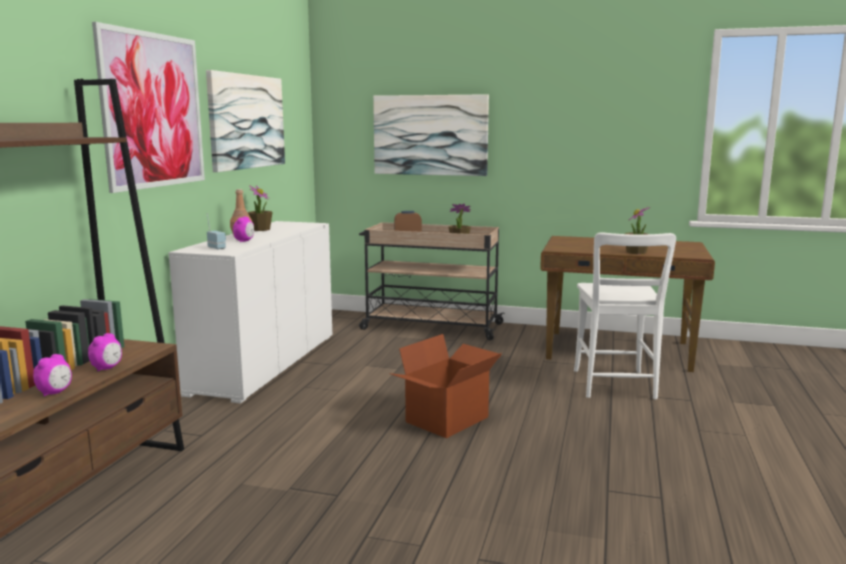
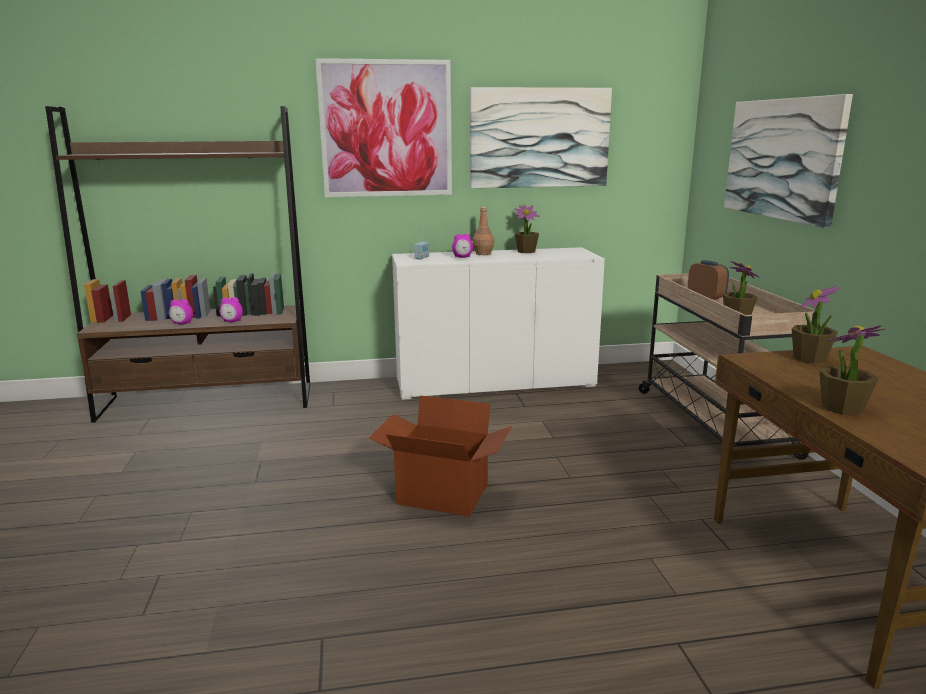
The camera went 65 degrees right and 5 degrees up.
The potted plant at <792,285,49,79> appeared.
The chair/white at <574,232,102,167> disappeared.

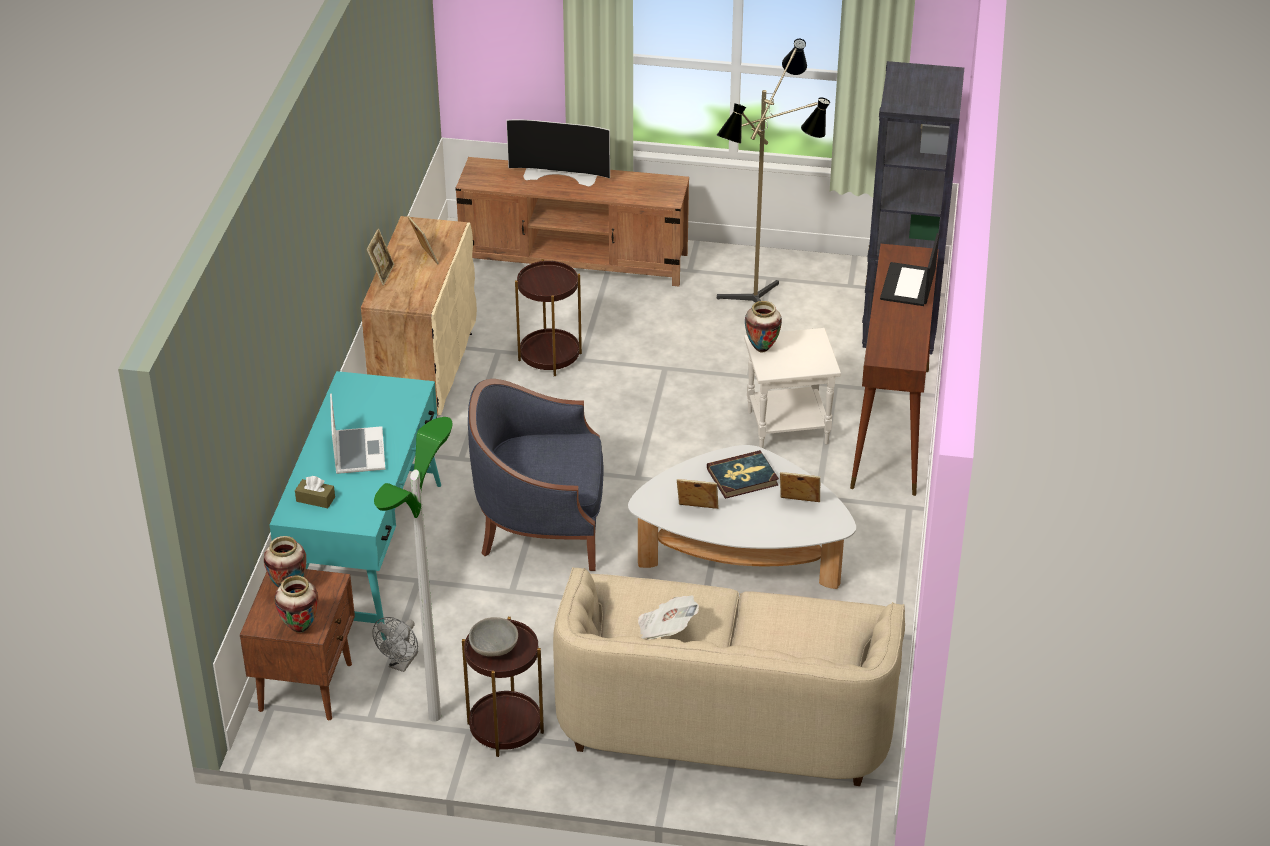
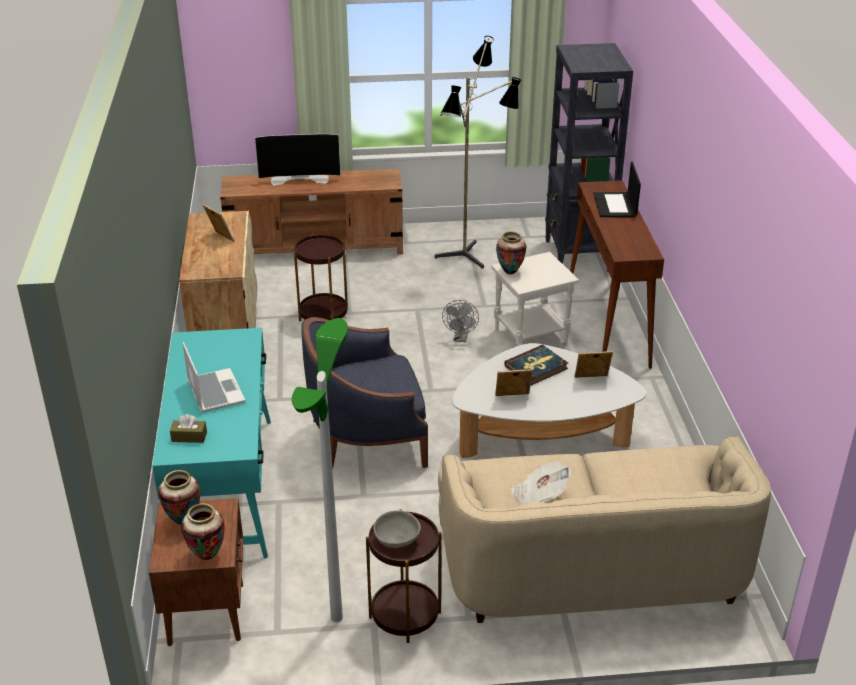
The camera went 15 degrees left and 5 degrees down.
The fan/grey moved from <372,617,46,55> to <442,300,37,42>.
The picture frame at <367,229,27,57> disappeared.

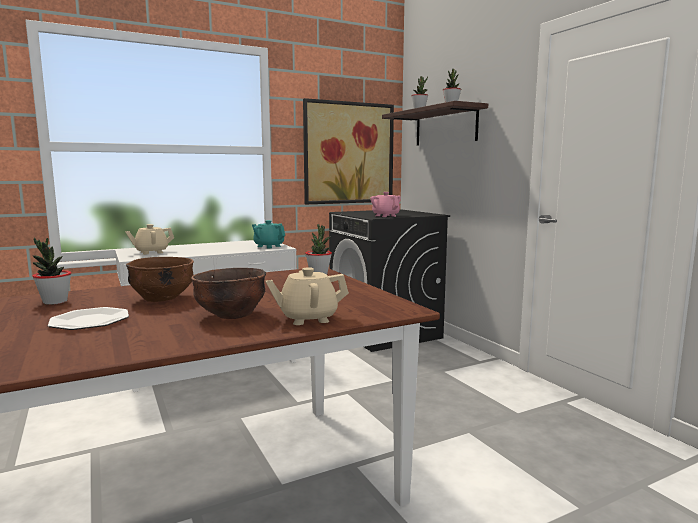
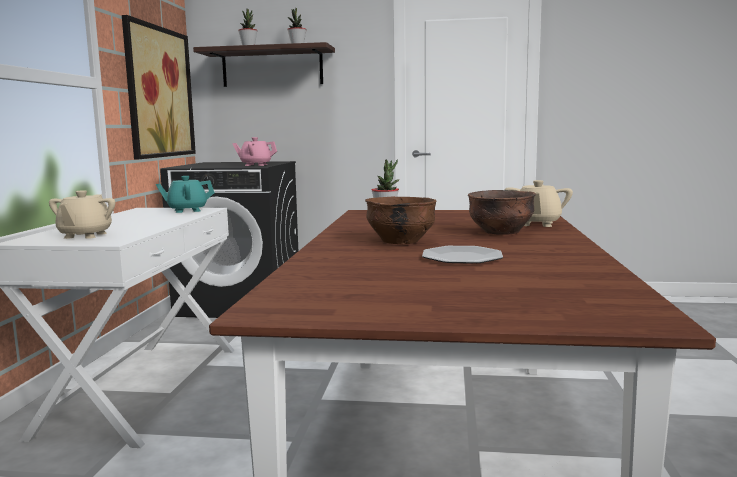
The camera went 55 degrees left and 0 degrees up.
The potted plant at <32,238,40,67> disappeared.

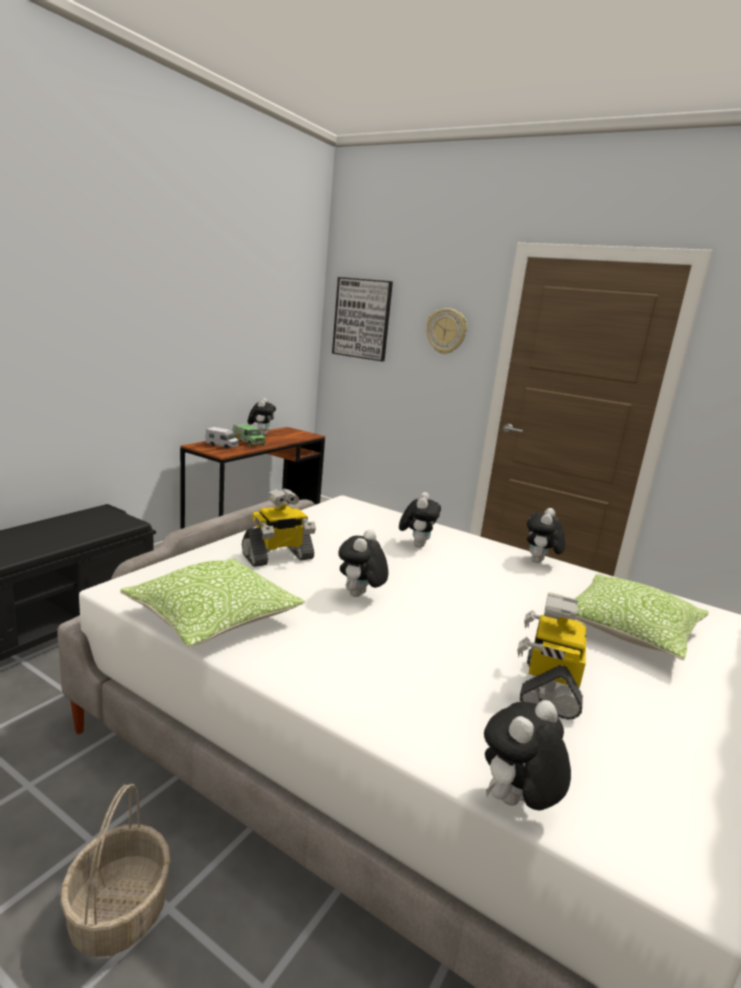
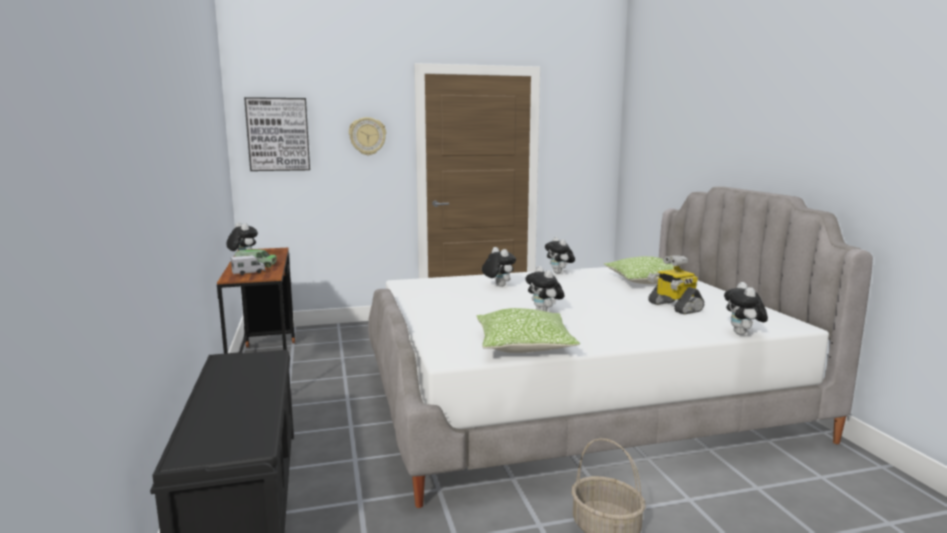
The camera went 45 degrees left and 5 degrees down.
The toy robot at <242,488,74,79> disappeared.

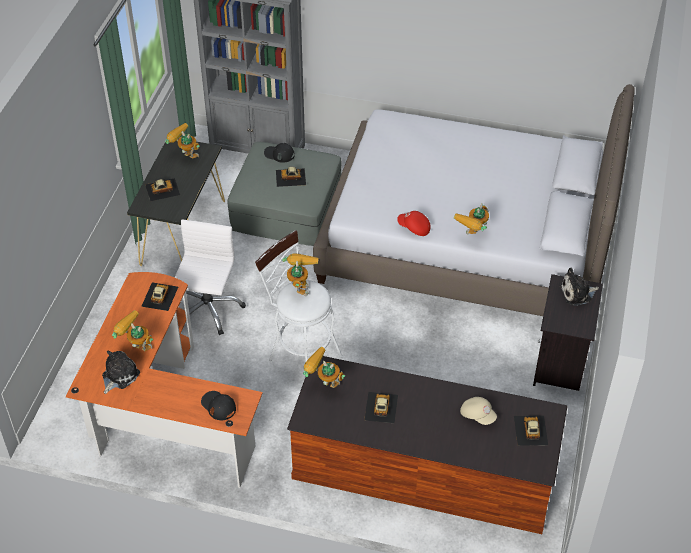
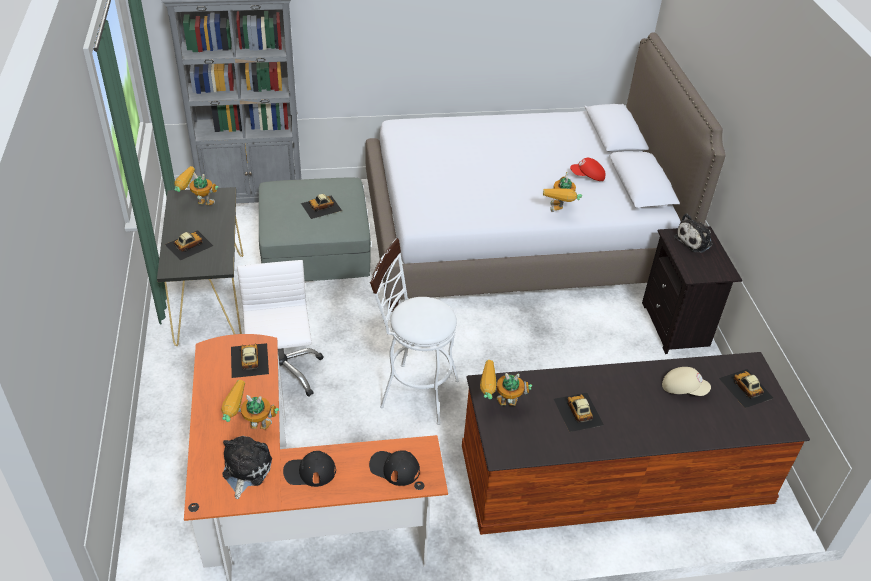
The camera went 25 degrees left and 5 degrees down.
The cap/black moved from <264,143,31,20> to <283,451,53,36>.
The cap/red moved from <397,211,33,25> to <570,158,35,23>.
The toy robot at <282,253,37,43> disappeared.

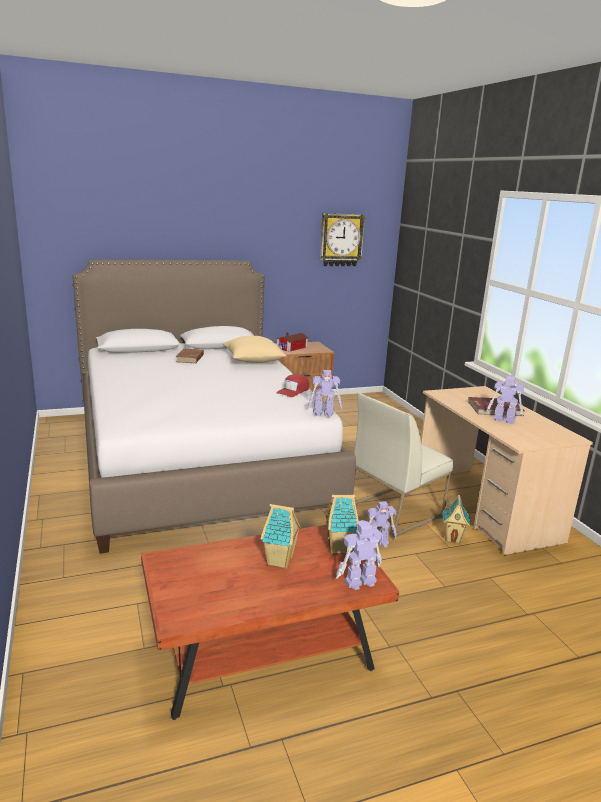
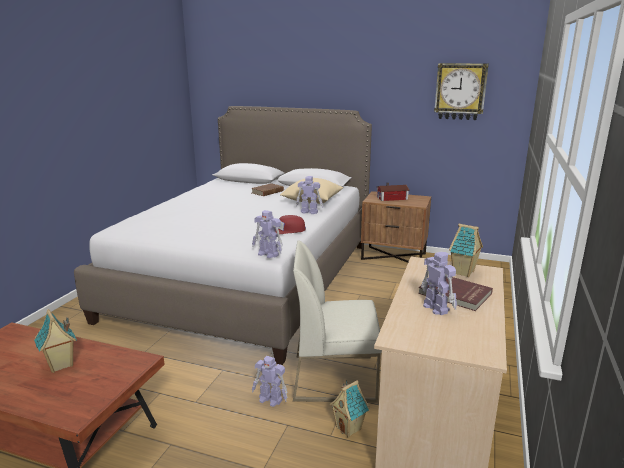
The camera went 40 degrees right and 0 degrees up.
The toy robot moved from <336,520,47,70> to <296,176,27,38>.
The toy house moved from <324,493,35,61> to <449,224,34,53>.

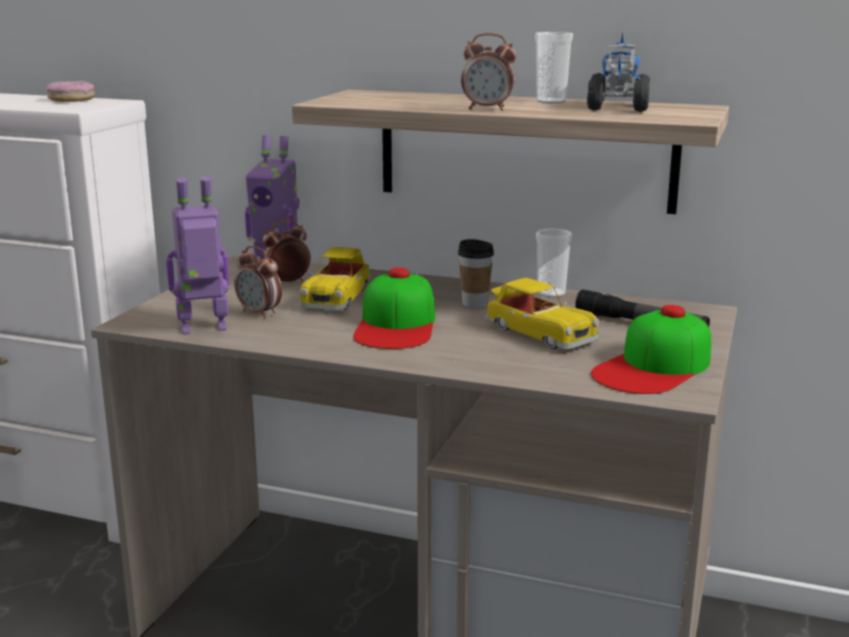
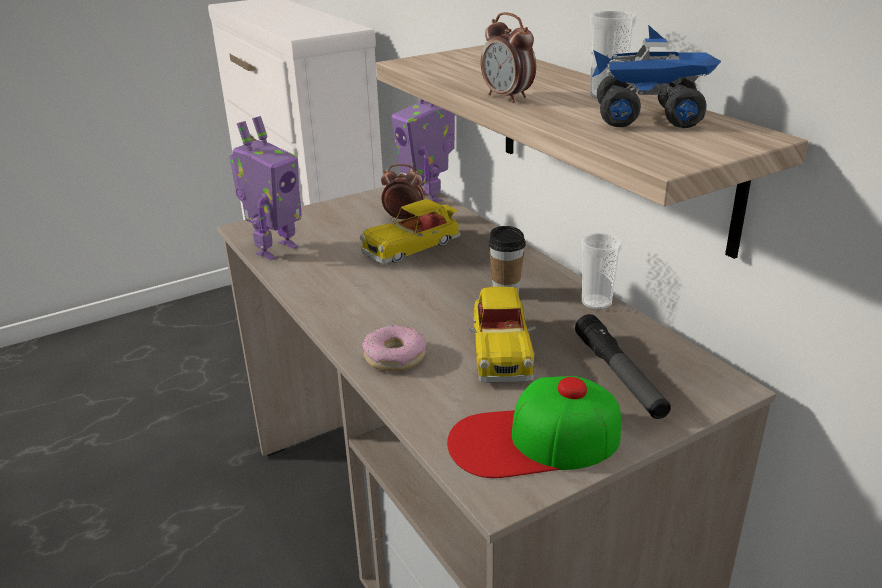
The camera went 40 degrees right and 10 degrees up.
The toy robot at <166,176,63,159> turned 105 degrees clockwise.
The donut moved from <46,81,49,21> to <362,325,64,46>.
The toy truck at <587,32,63,80> turned 45 degrees clockwise.
The alarm clock at <234,246,48,73> disappeared.
The cap at <353,268,82,81> disappeared.

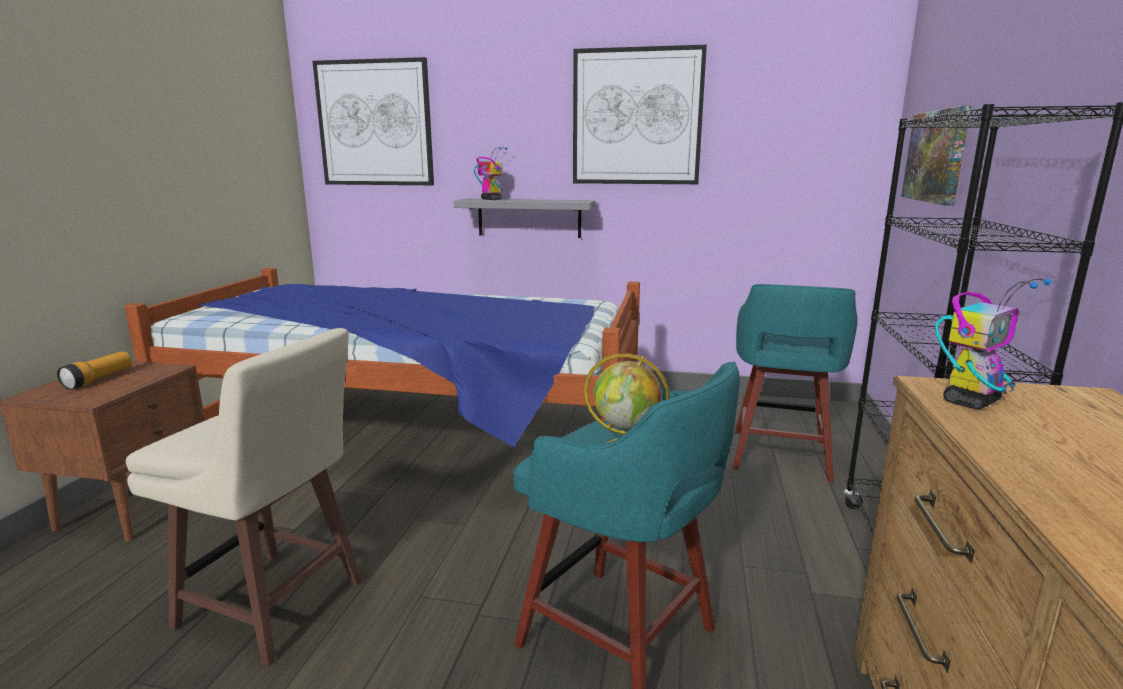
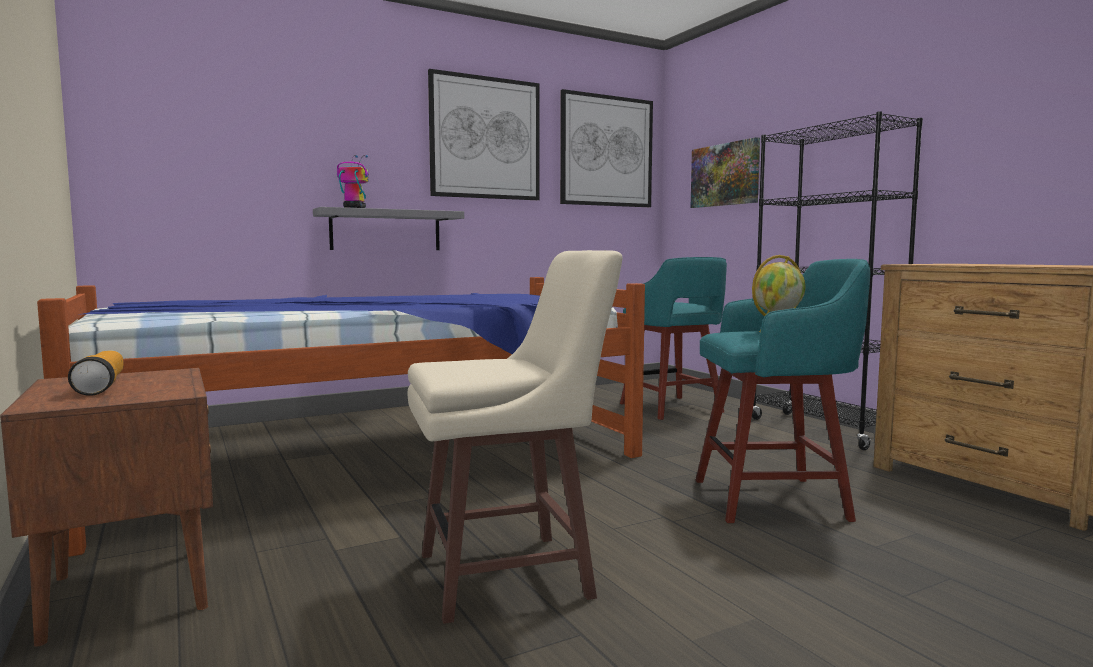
The camera went 40 degrees left and 10 degrees down.
The picture moved from <313,57,121,128> to <560,89,93,118>.
The toy robot at <935,278,117,131> disappeared.

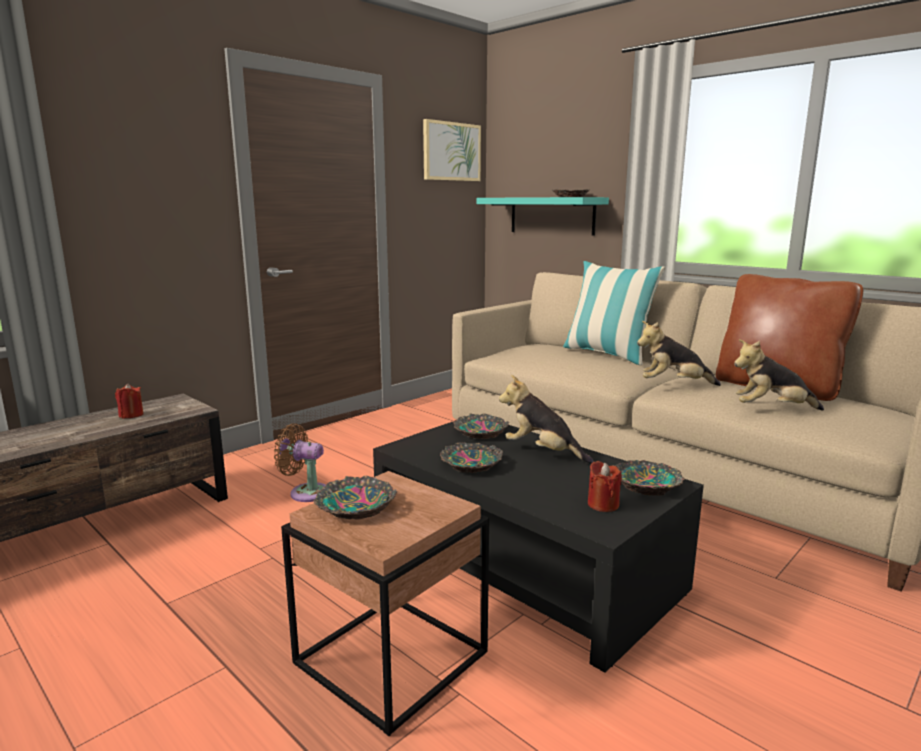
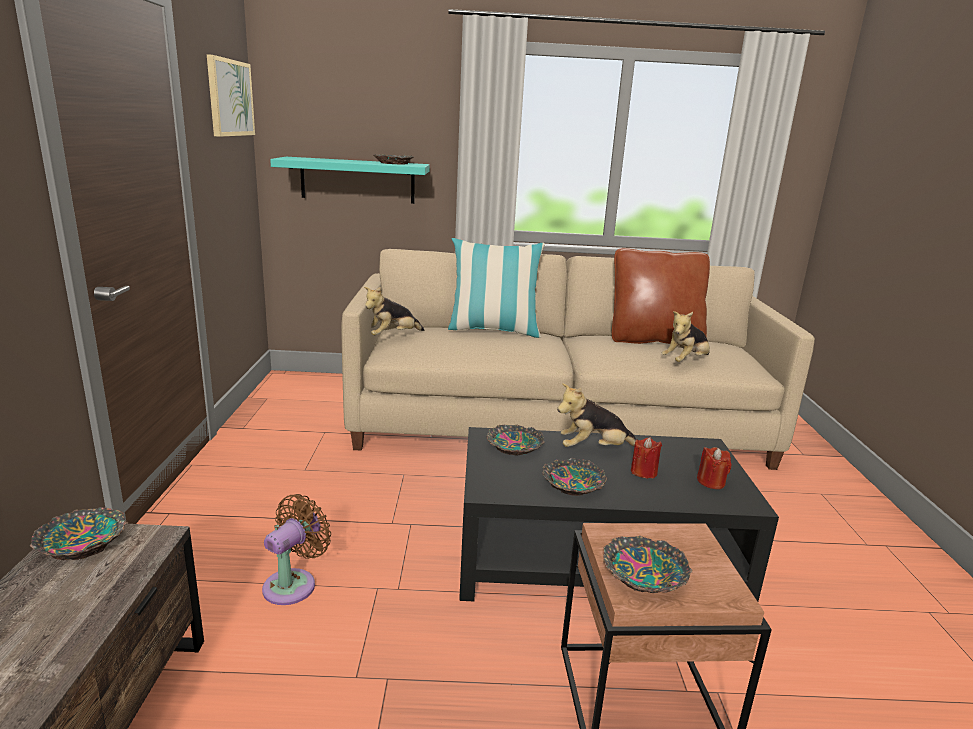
The camera went 45 degrees left and 5 degrees up.
The bowl moved from <616,460,70,36> to <30,507,98,53>.
The fan/brown at <274,423,52,79> turned 150 degrees clockwise.
The plush toy moved from <637,321,84,65> to <364,287,60,48>.
The candle/red moved from <115,384,29,34> to <631,437,31,41>.

